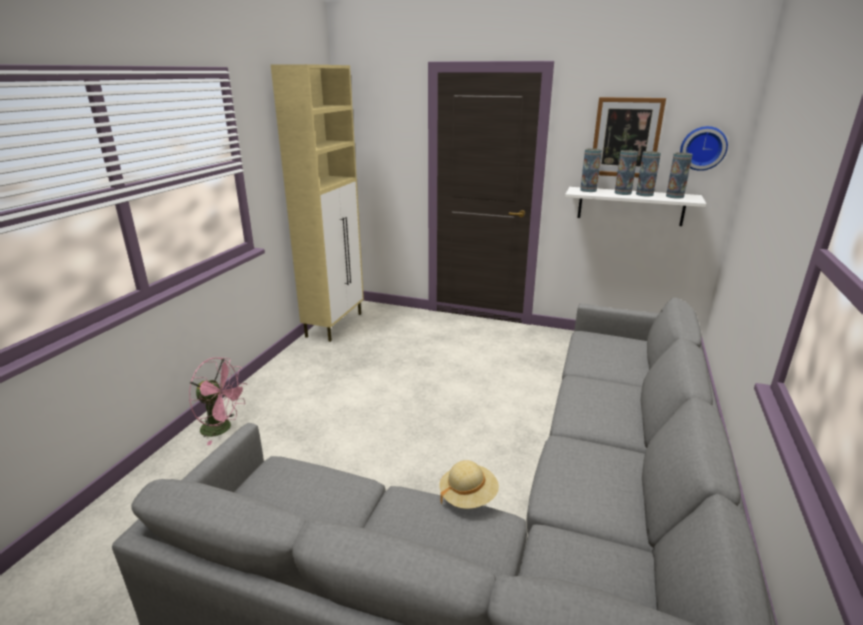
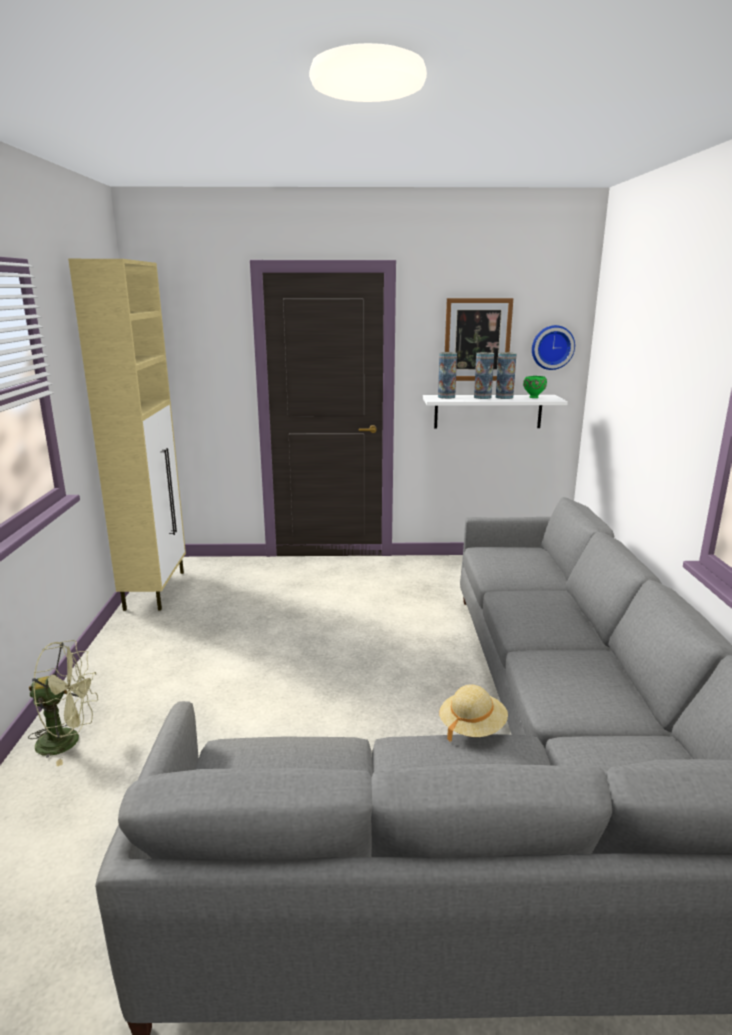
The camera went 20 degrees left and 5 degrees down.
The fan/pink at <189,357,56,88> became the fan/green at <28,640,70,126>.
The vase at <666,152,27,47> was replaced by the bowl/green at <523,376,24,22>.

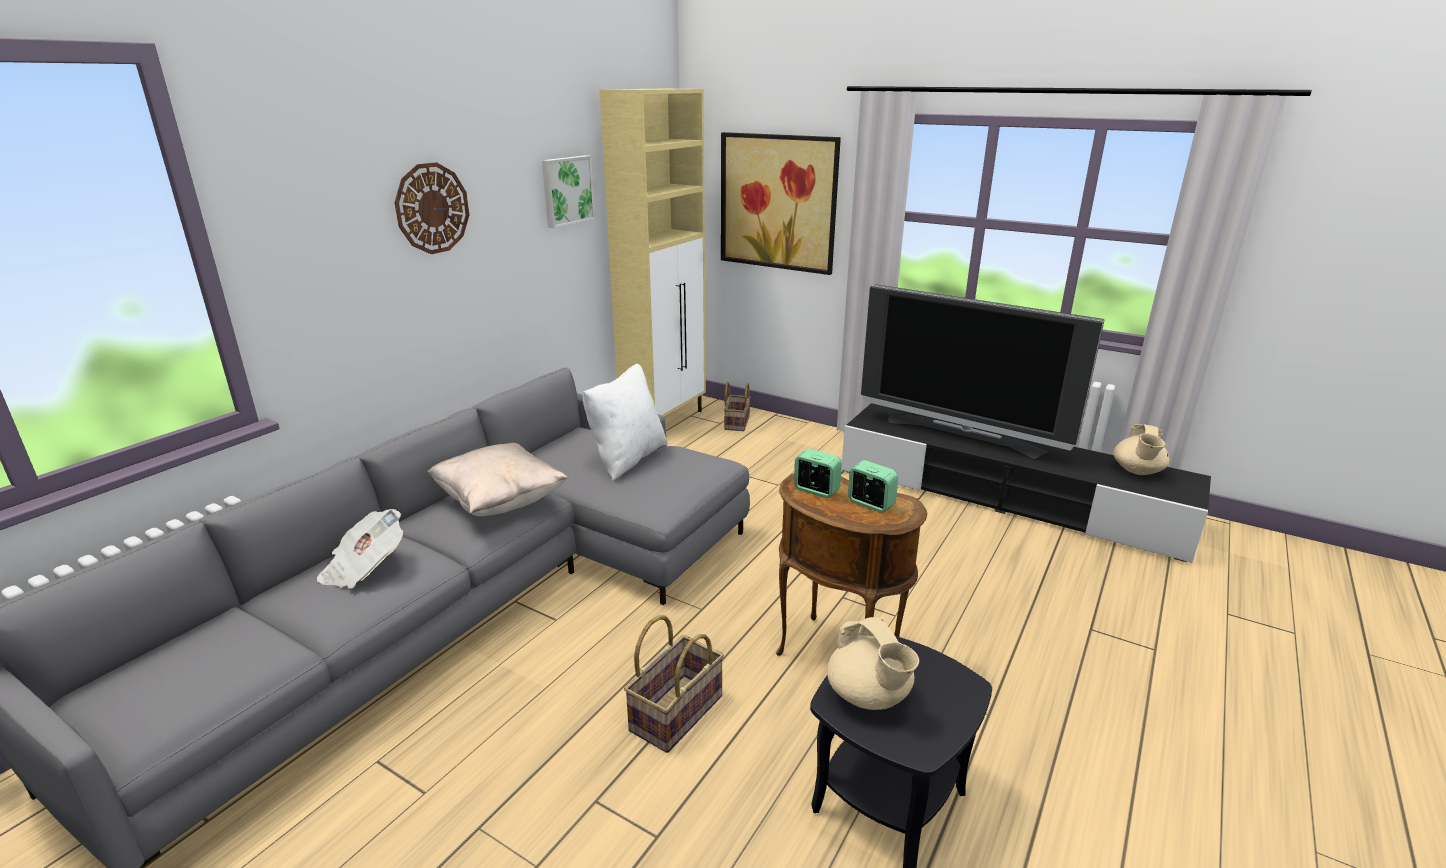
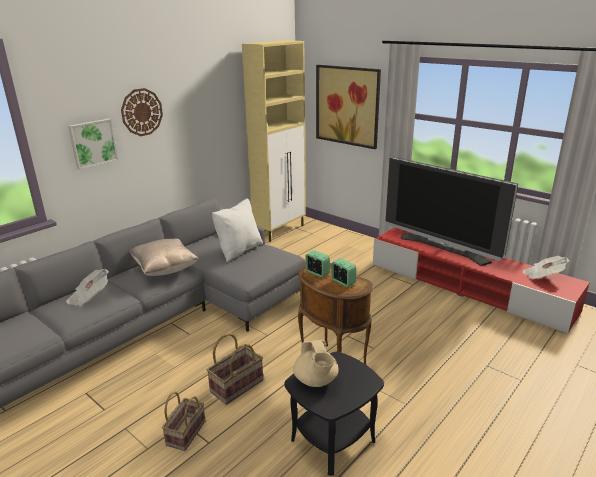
The camera went 10 degrees right and 0 degrees up.
The picture moved from <542,155,53,73> to <68,119,50,51>.
The basket moved from <724,382,27,49> to <162,391,43,60>.
The tv stand/black at <841,403,370,160> became the tv stand/red at <373,227,217,107>.
The teapot/beige at <1113,424,56,51> was replaced by the newspaper at <522,256,47,24>.

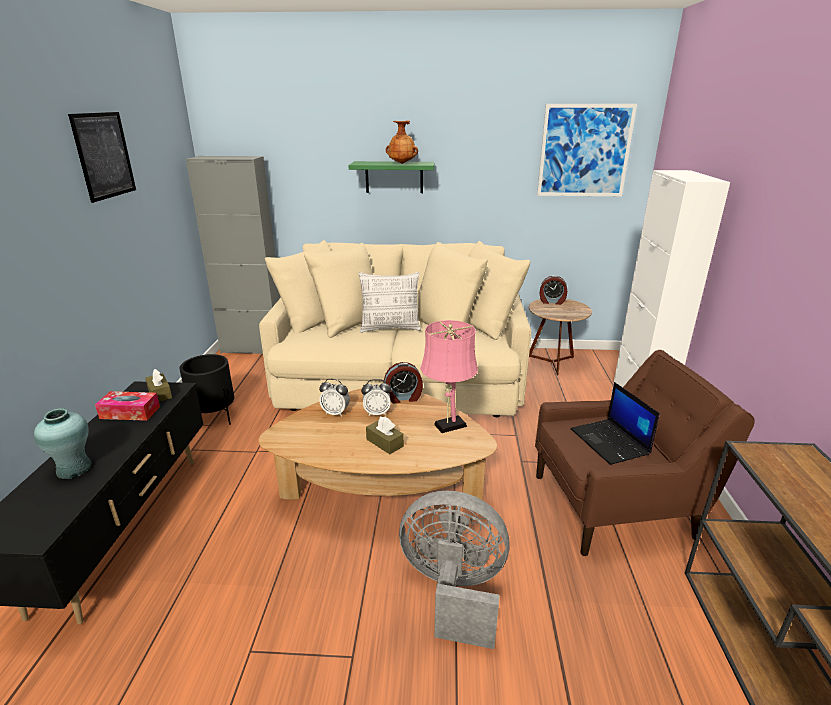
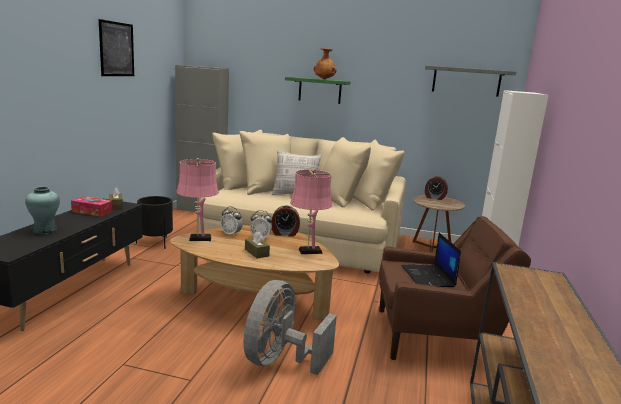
The camera went 10 degrees right and 10 degrees down.
The table lamp/pink at <176,158,43,83> appeared.
The fan/grey at <399,491,111,158> turned 90 degrees counterclockwise.
The picture at <537,104,100,92> was replaced by the shelf/grey at <425,66,91,31>.

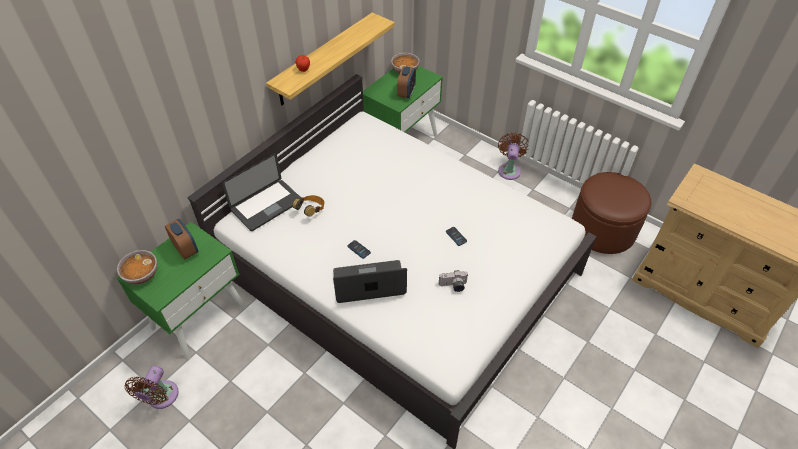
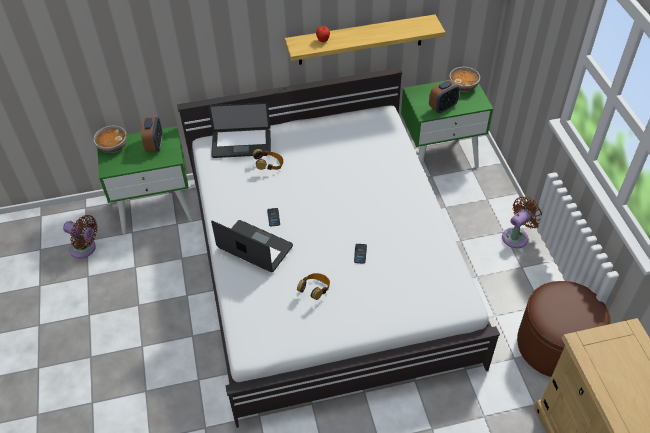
The camera went 40 degrees right and 0 degrees up.
The fan/brown at <124,365,55,44> turned 120 degrees counterclockwise.
The photo camera at <439,270,29,22> was replaced by the headphones at <297,273,33,27>.

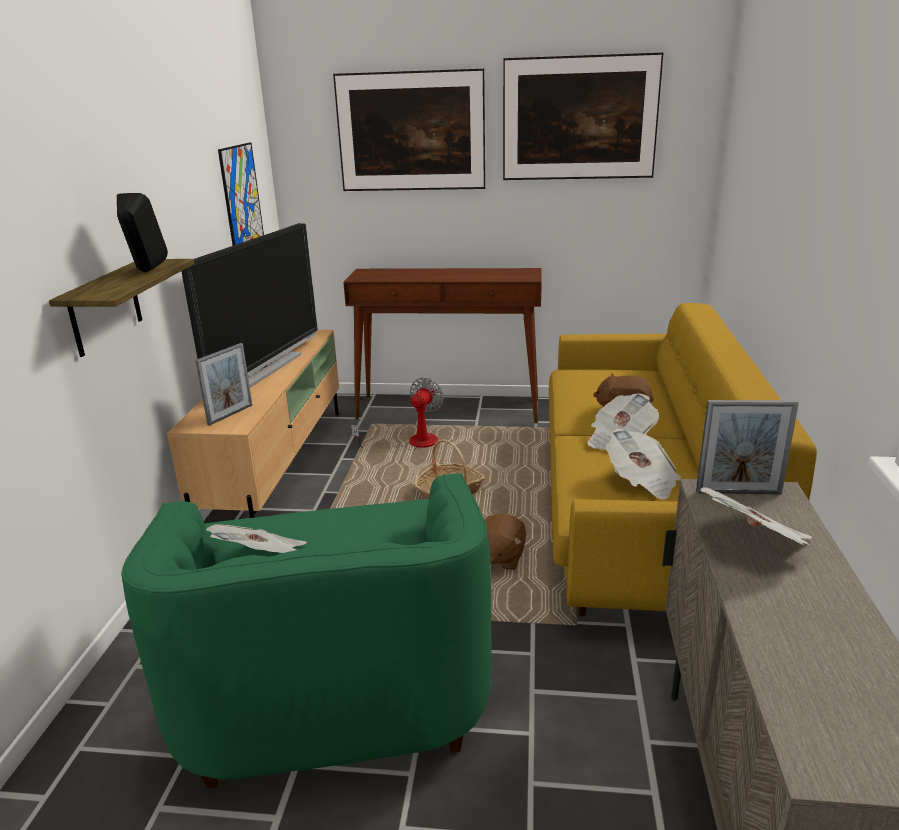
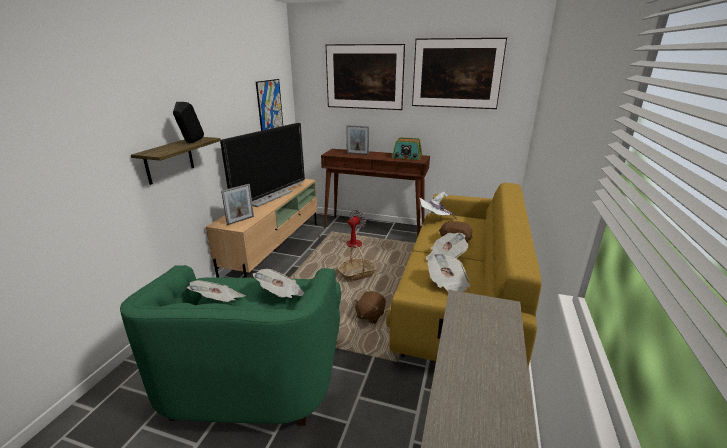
The camera went 10 degrees right and 0 degrees up.
The newspaper moved from <700,487,112,58> to <253,269,51,29>.
The picture frame moved from <696,400,103,95> to <346,125,23,30>.
The radio at <392,137,30,23> appeared.
The hat/white at <419,192,38,28> appeared.

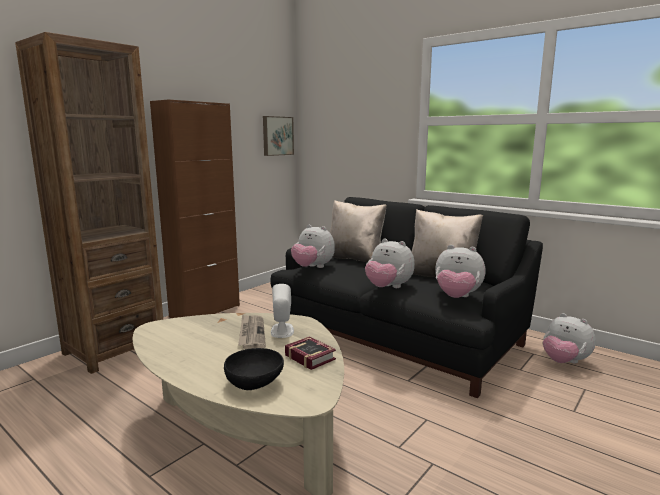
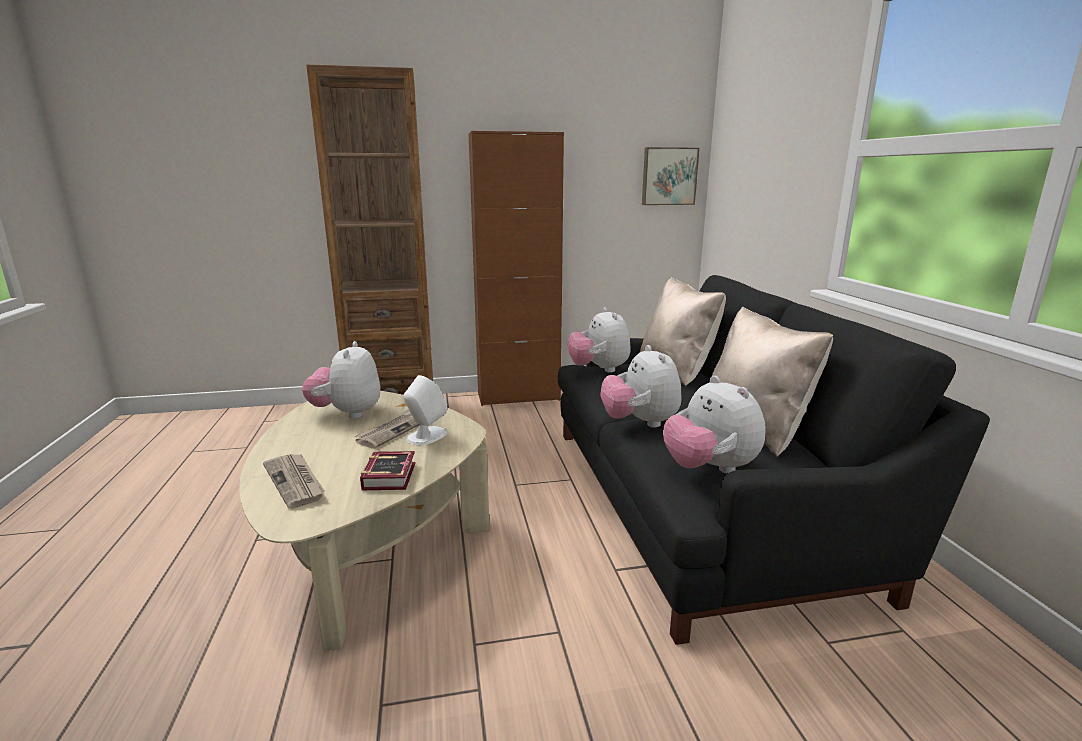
The camera went 40 degrees right and 5 degrees up.
The bowl/black at <224,348,60,42> was replaced by the newspaper at <263,454,62,55>.
The plush toy moved from <543,313,53,51> to <302,341,78,78>.

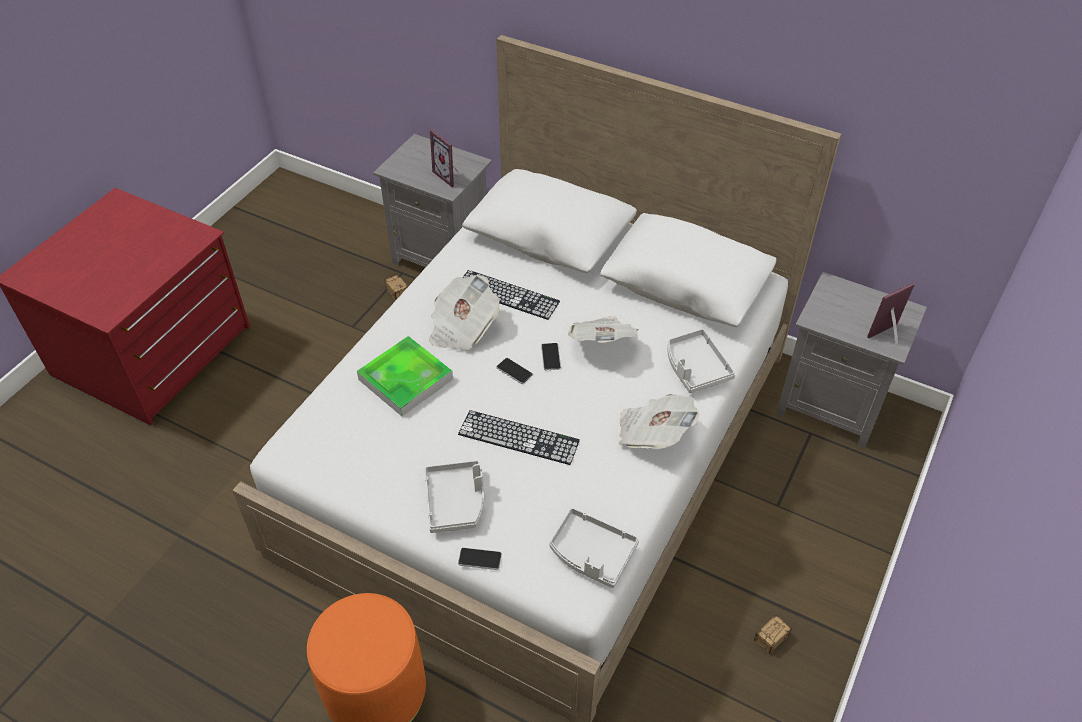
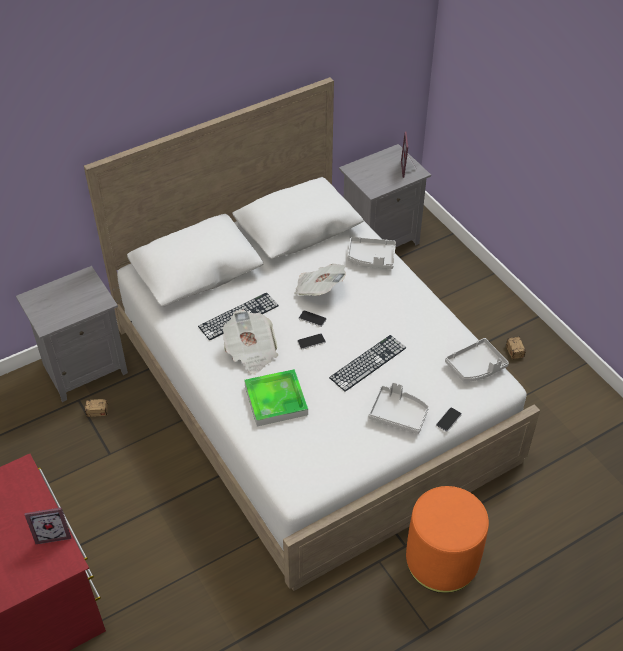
The camera went 60 degrees left and 0 degrees up.
The picture frame moved from <430,130,27,57> to <25,508,46,36>.
The newspaper at <619,394,80,55> disappeared.

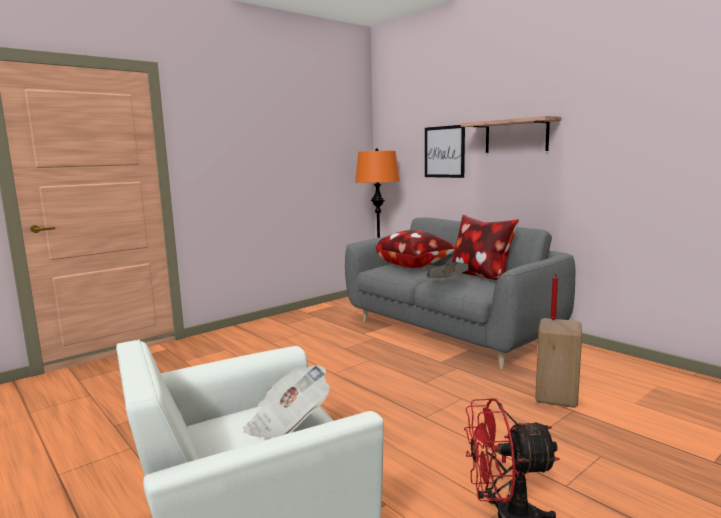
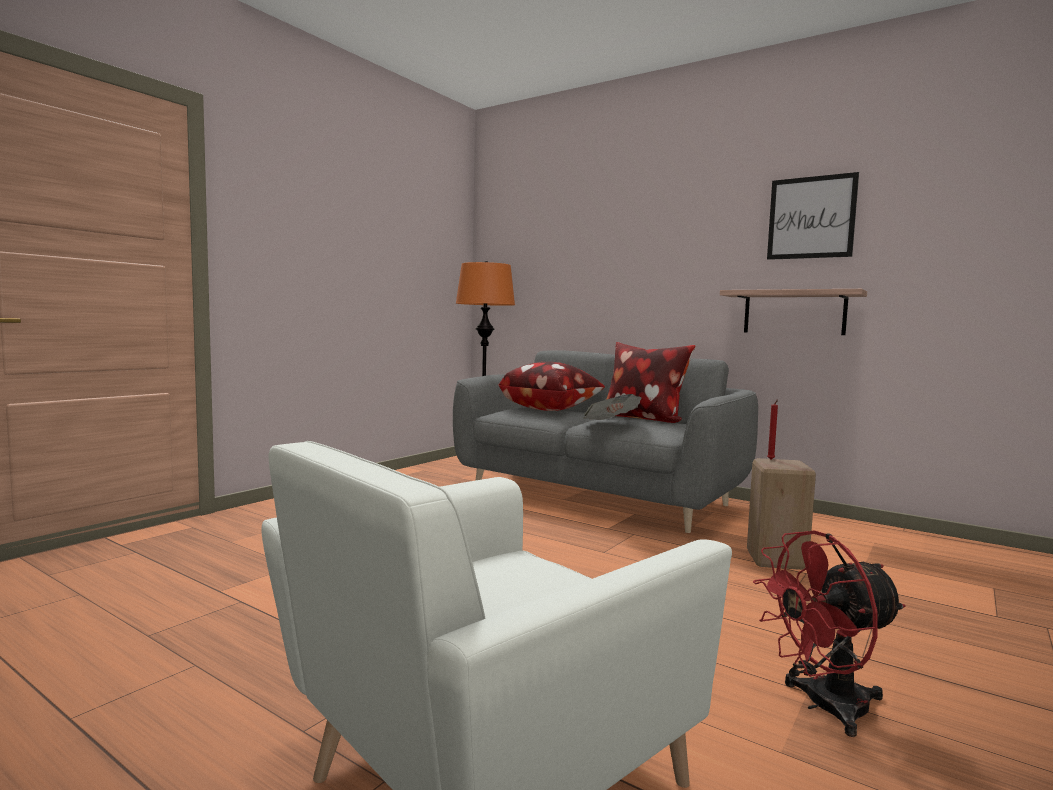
The camera went 15 degrees left and 5 degrees down.
The shelf moved from <461,116,100,37> to <720,289,147,46>.
The picture moved from <425,125,40,53> to <767,172,92,88>.
The newspaper at <244,365,86,75> disappeared.

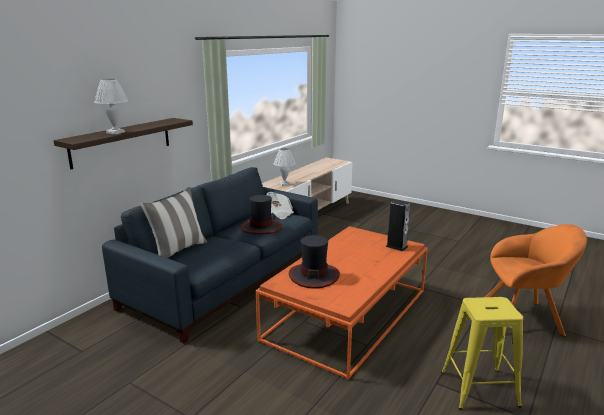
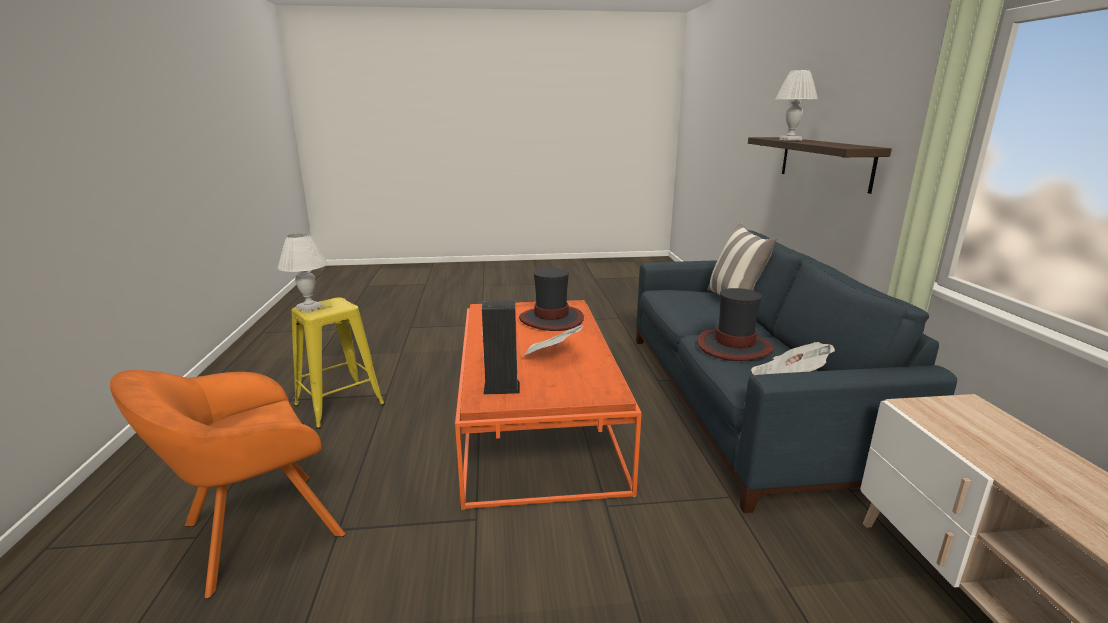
The camera went 140 degrees right and 0 degrees up.
The table lamp/white moved from <274,148,22,38> to <278,233,50,79>.
The newspaper at <523,325,60,31> appeared.

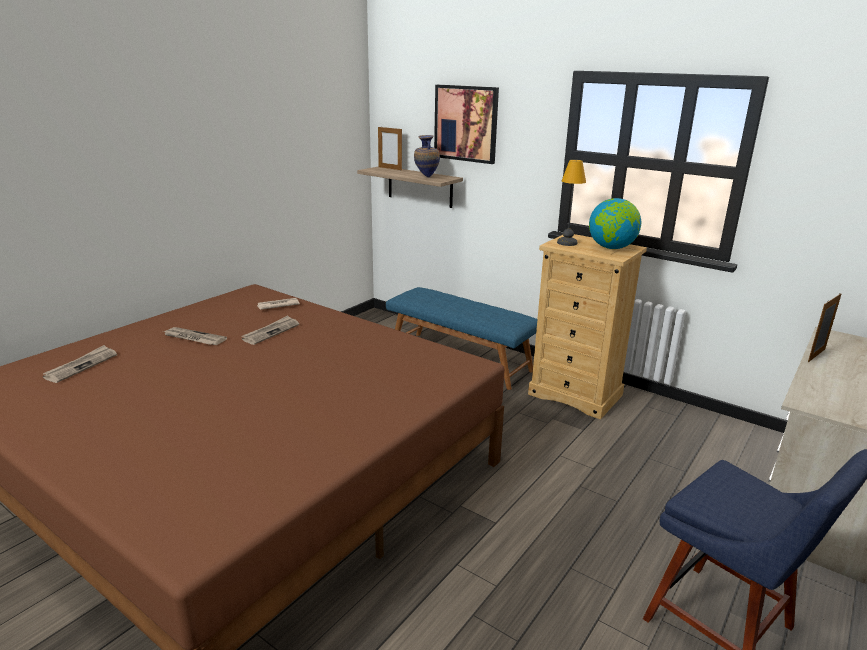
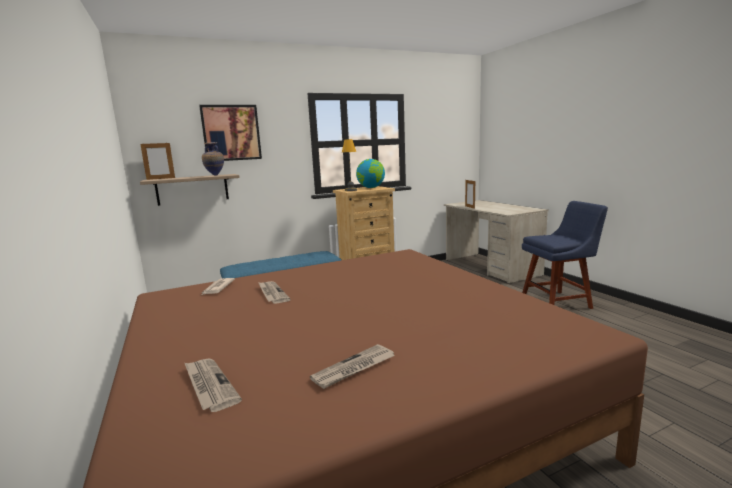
The camera went 60 degrees left and 10 degrees down.
The newspaper moved from <163,327,64,18> to <310,344,85,45>.

